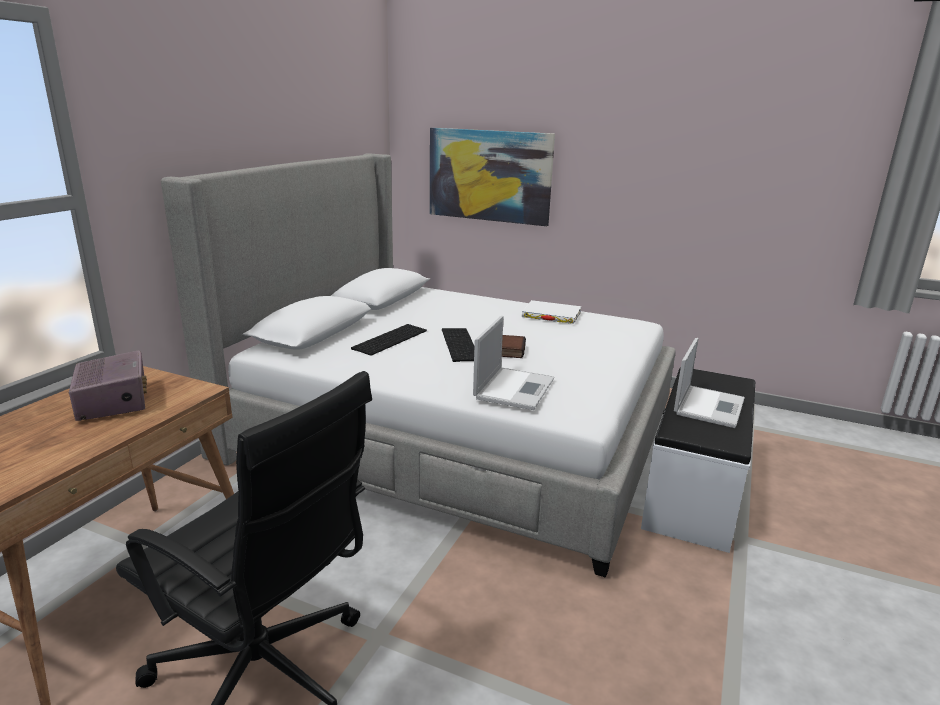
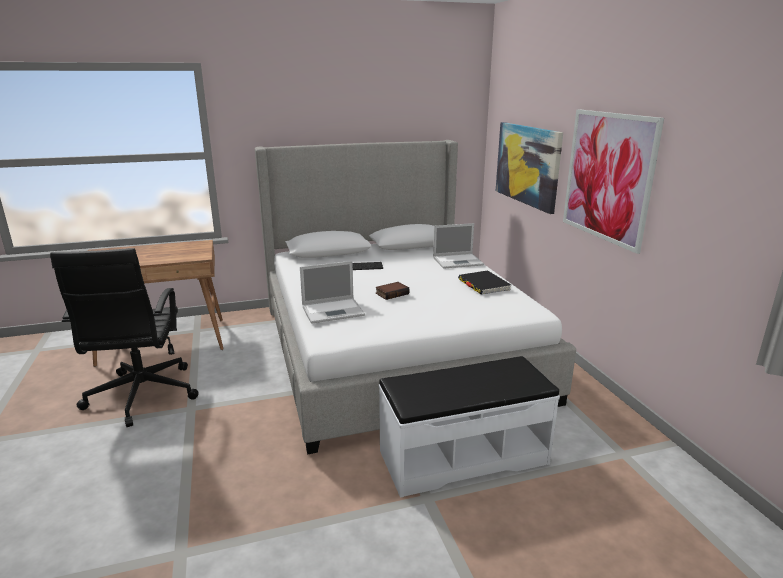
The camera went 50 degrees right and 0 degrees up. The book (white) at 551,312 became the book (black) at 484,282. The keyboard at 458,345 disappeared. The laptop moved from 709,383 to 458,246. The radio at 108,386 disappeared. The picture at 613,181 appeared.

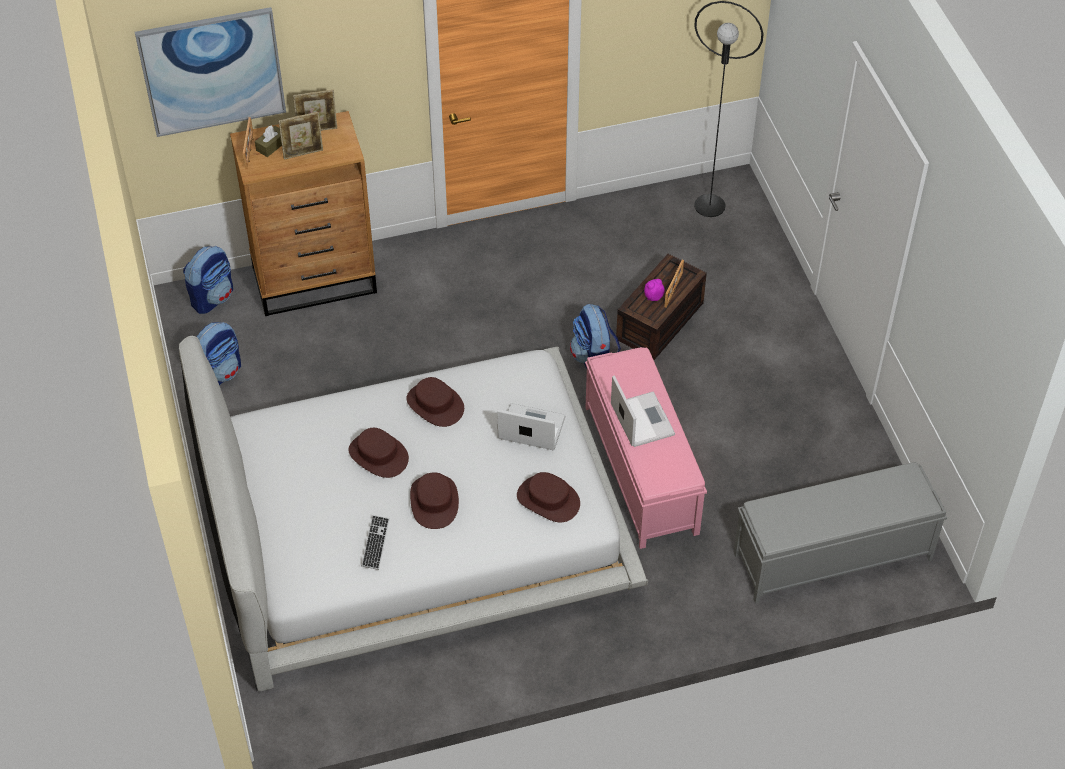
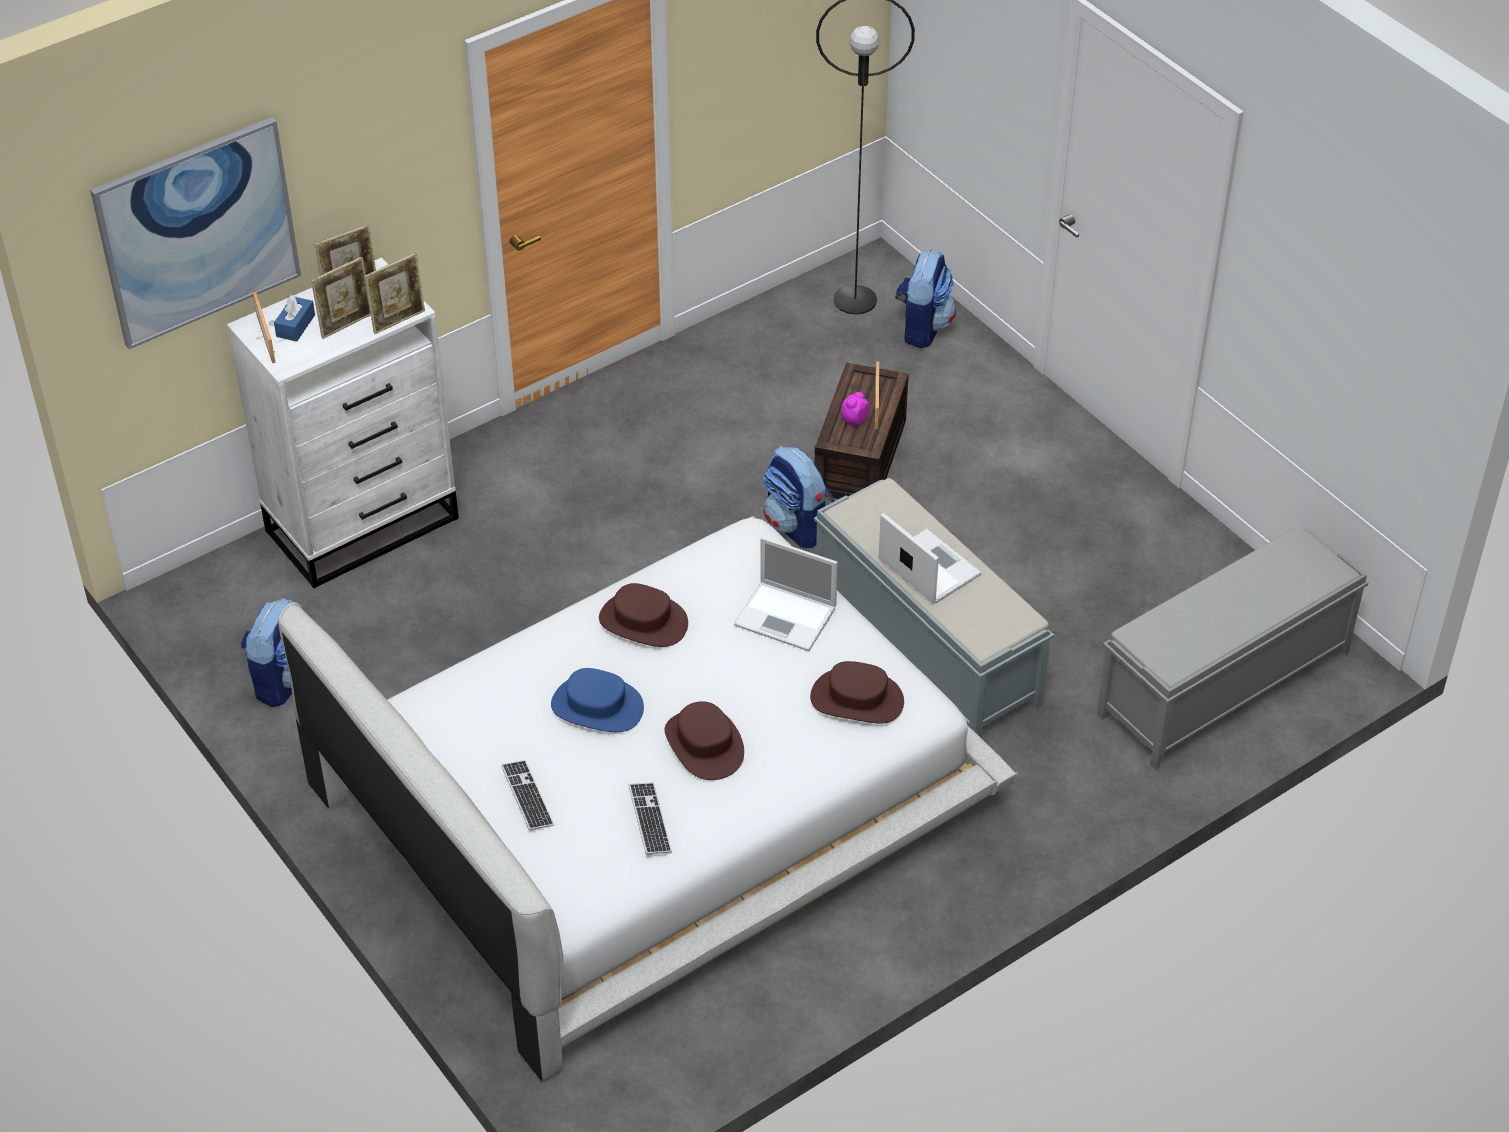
The camera went 20 degrees left and 5 degrees down. The dresser (brown) at 303,213 became the dresser (white) at 343,423. The tissue box (brown) at 268,141 became the tissue box (blue) at 294,318. The backpack moved from 208,280 to 925,298. The bench (pink) at 646,448 became the bench (grey) at 934,608. The laptop at 531,426 turned 150 degrees counterclockwise. The hat (brown) at 378,453 became the hat (blue) at 597,700. The picture frame at 394,293 appeared. The keyboard at 527,795 appeared.

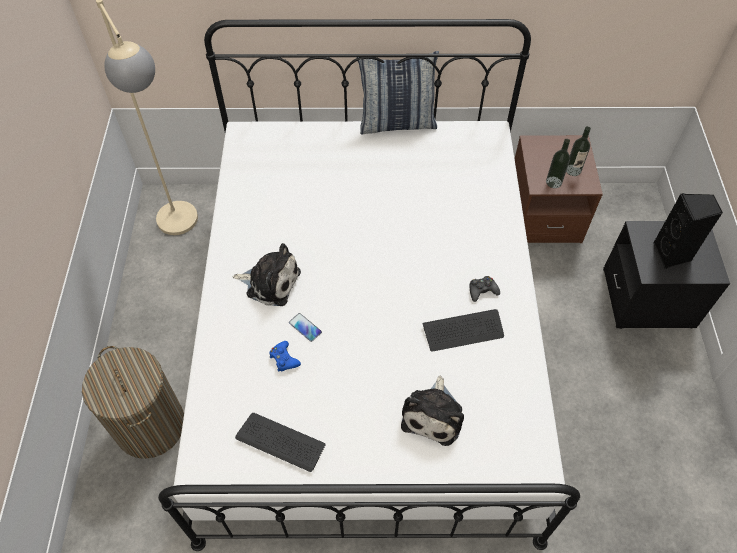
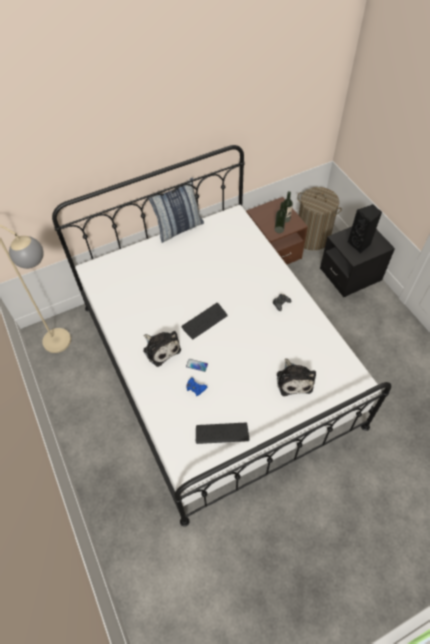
The camera went 25 degrees left and 0 degrees up. The plush toy at 267,274 turned 60 degrees clockwise. The keyboard moved from 463,330 to 204,321. The laundry basket moved from 133,402 to 319,219.

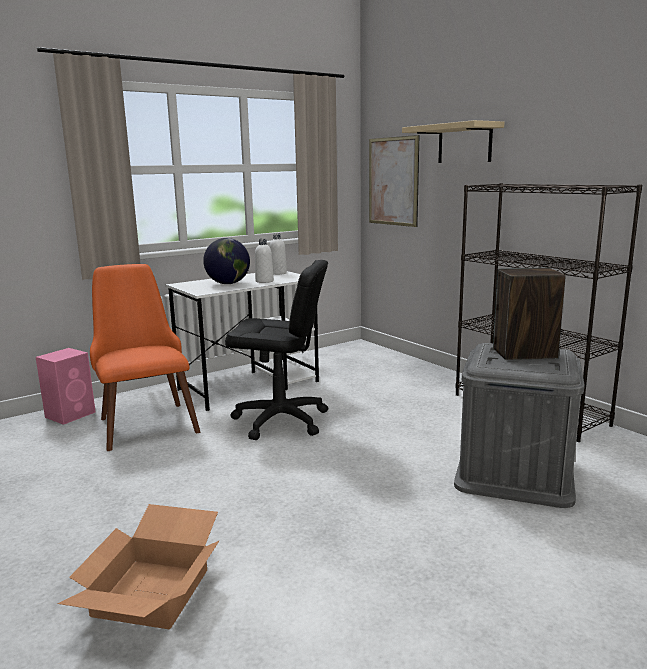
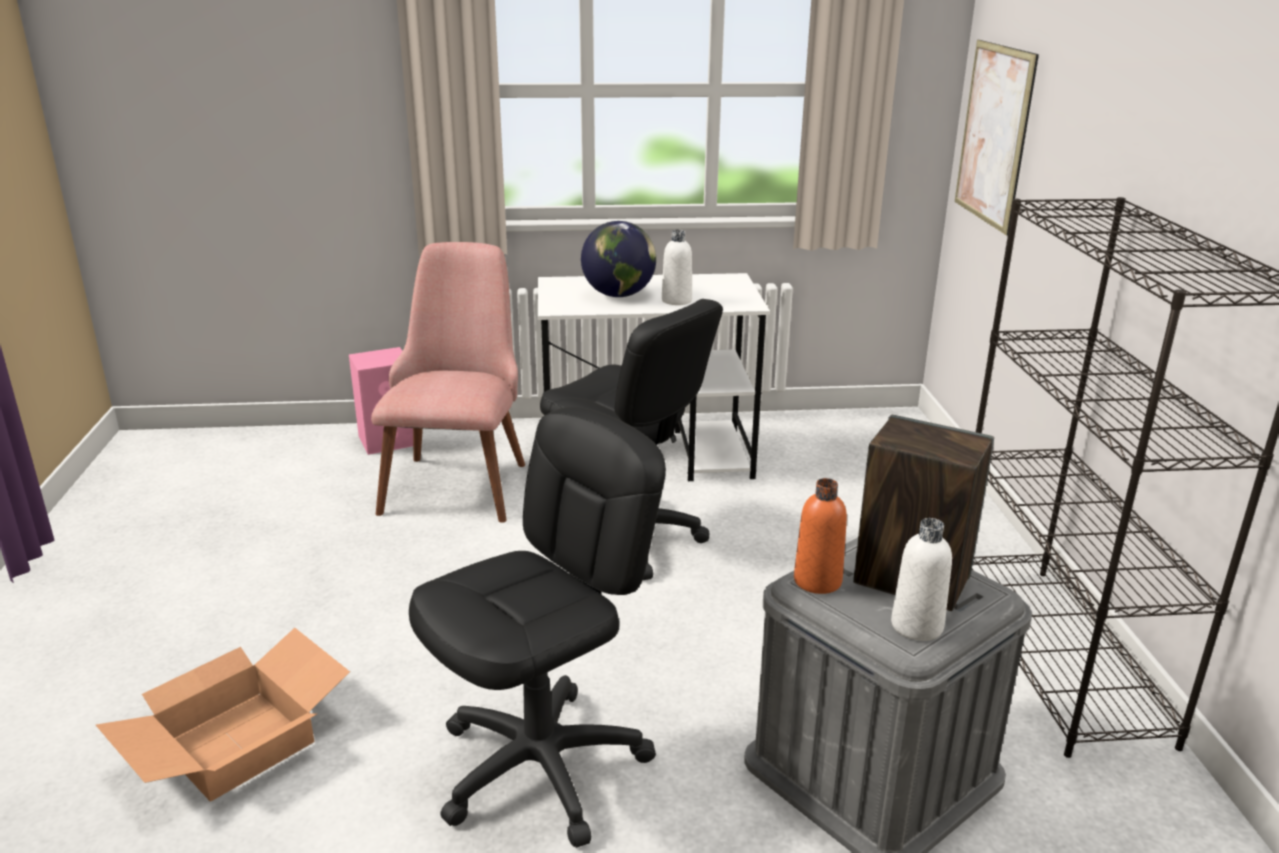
The camera went 30 degrees right and 10 degrees up. The shelf (beige) at 453,141 disappeared. The bottle (white) moved from 278,254 to 921,579. The chair (orange) at 145,357 became the chair (pink) at 448,382. The office chair (black) at 537,627 appeared. The bottle (orange) at 820,536 appeared.

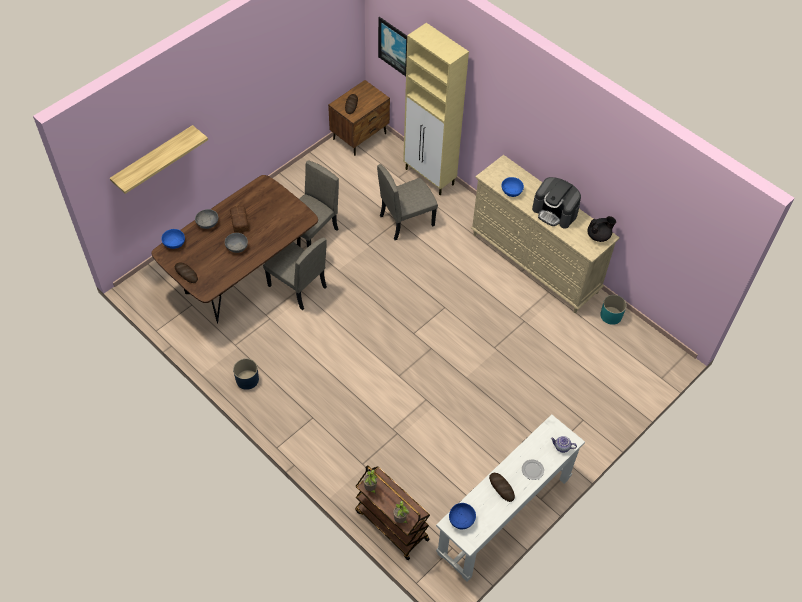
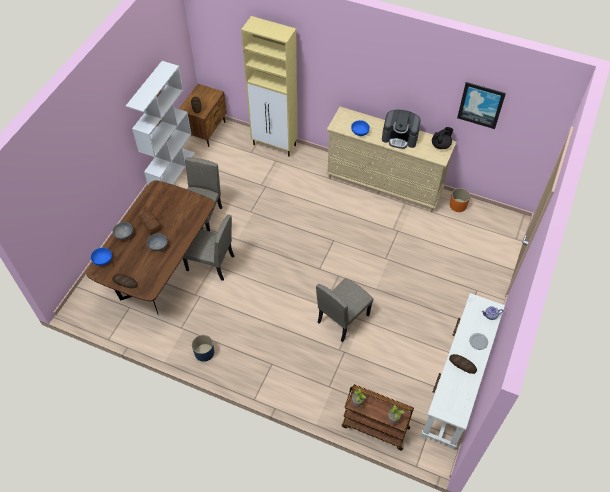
The camera went 20 degrees left and 0 degrees up. The picture moved from 392,46 to 481,105. The shelf at 159,159 disappeared. The chair (beige) moved from 407,202 to 344,310. The planter (turquoise) at 613,310 became the planter (orange) at 460,200. The bowl (blue) at 462,516 disappeared. The bookcase (white) at 160,123 appeared.

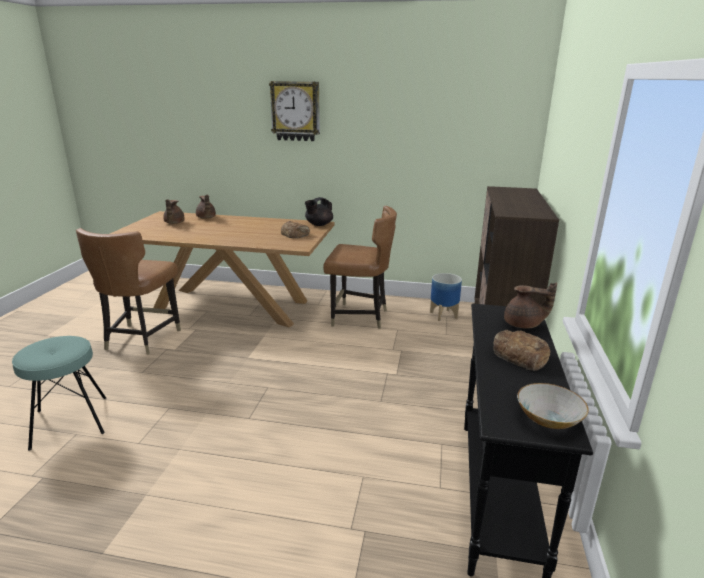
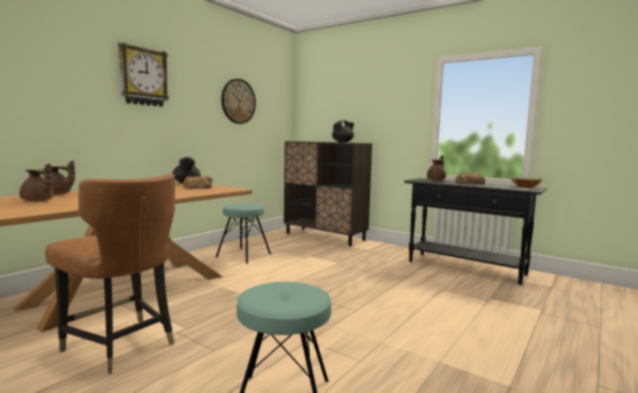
The camera went 65 degrees left and 15 degrees down. The chair (brown) at 360,267 was replaced by the stool (turquoise) at 243,233. The planter at 446,297 disappeared. The wall clock at 238,101 appeared. The teapot (black) at 343,131 appeared.

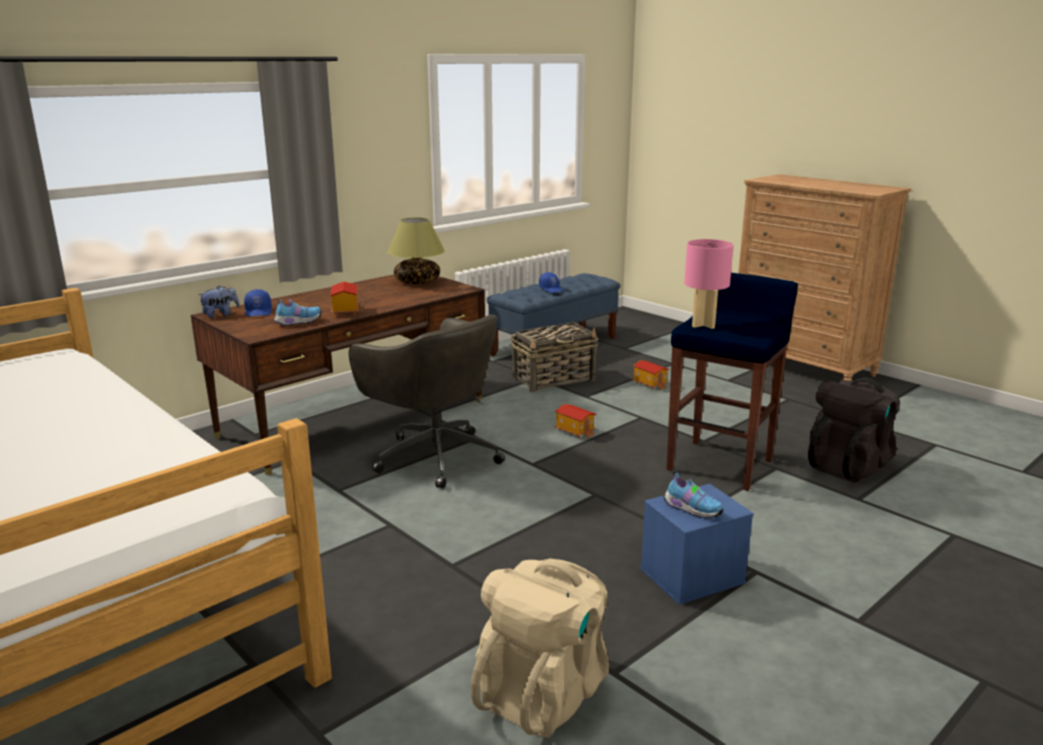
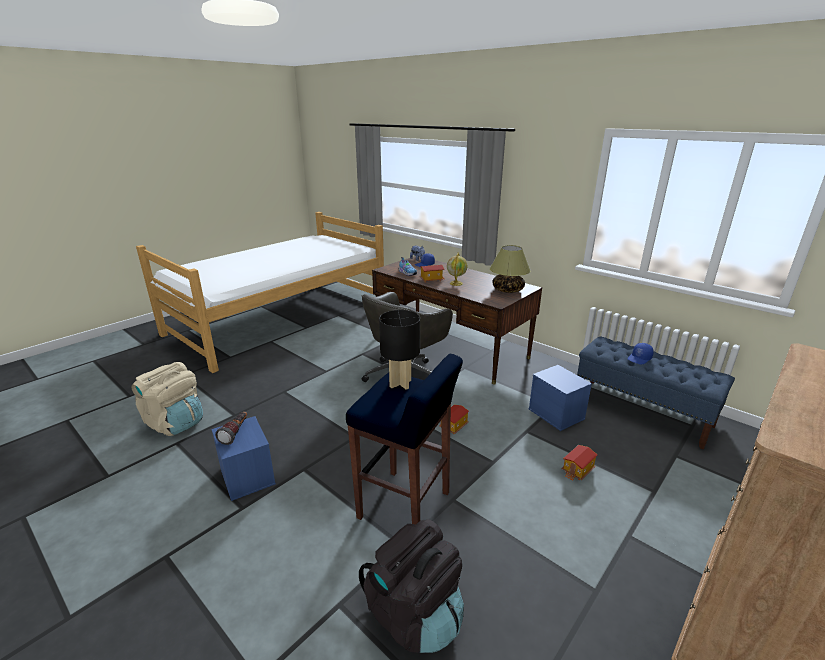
The camera went 85 degrees right and 5 degrees up. The table lamp (pink) at 709,284 became the table lamp (black) at 399,350. The basket at 554,357 was replaced by the storage box (blue) at 560,398. The shoe at 693,495 was replaced by the flashlight at 231,428. The globe at 457,269 appeared.

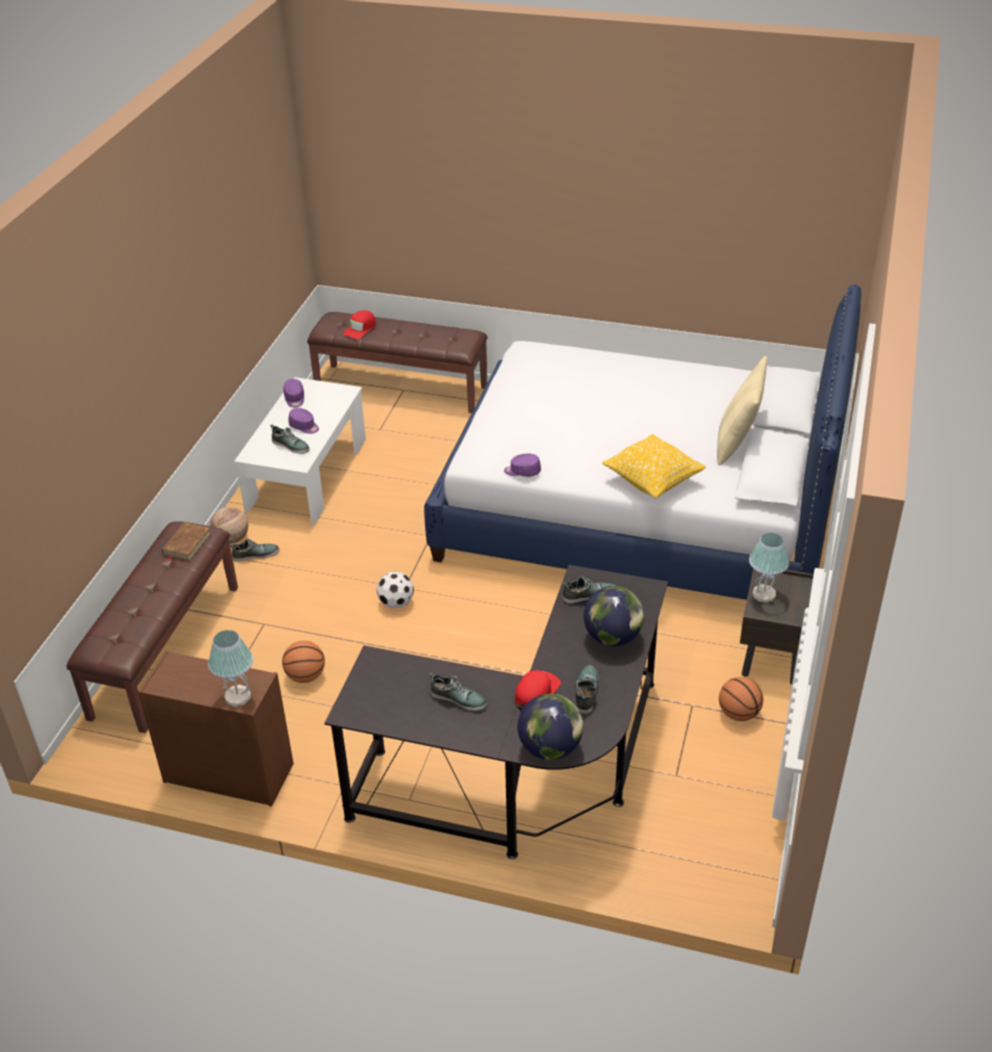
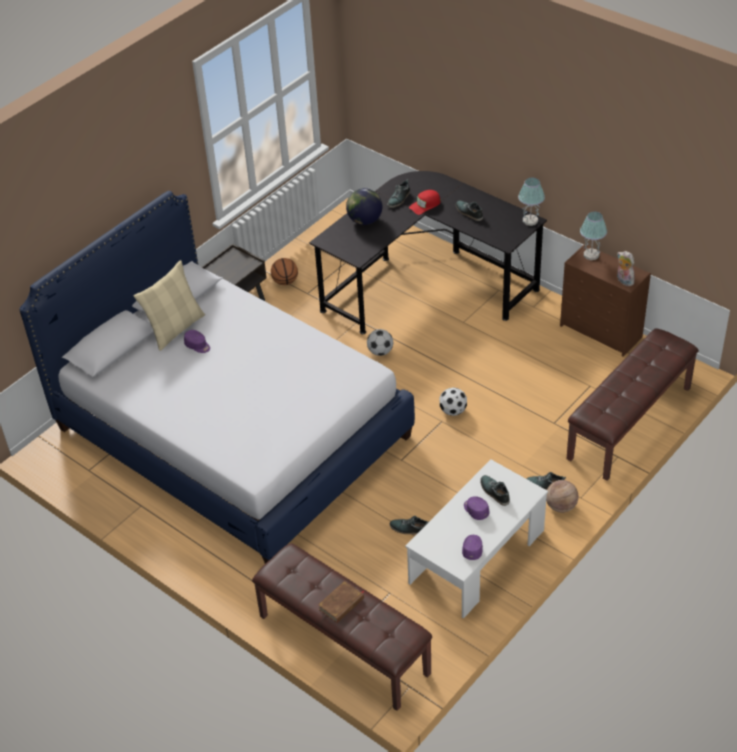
The camera went 155 degrees left and 5 degrees up. The cap (red) at 359,324 disappeared. The pillow (yellow) at 654,466 disappeared. The cap (purple) moved from 522,465 to 197,341. The book (brown) moved from 186,542 to 341,602. The table lamp moved from 769,568 to 531,202. The shoe moved from 589,589 to 409,525. The basketball at 303,662 disappeared. The globe at 550,727 disappeared. The plush toy at 626,268 appeared. The football at 380,342 appeared.

